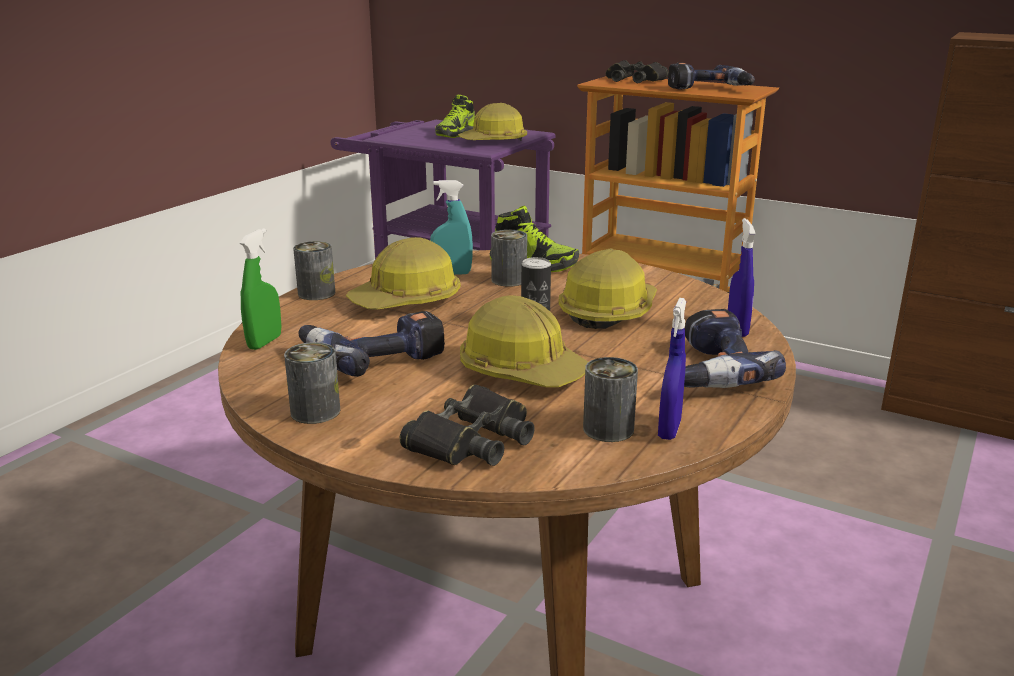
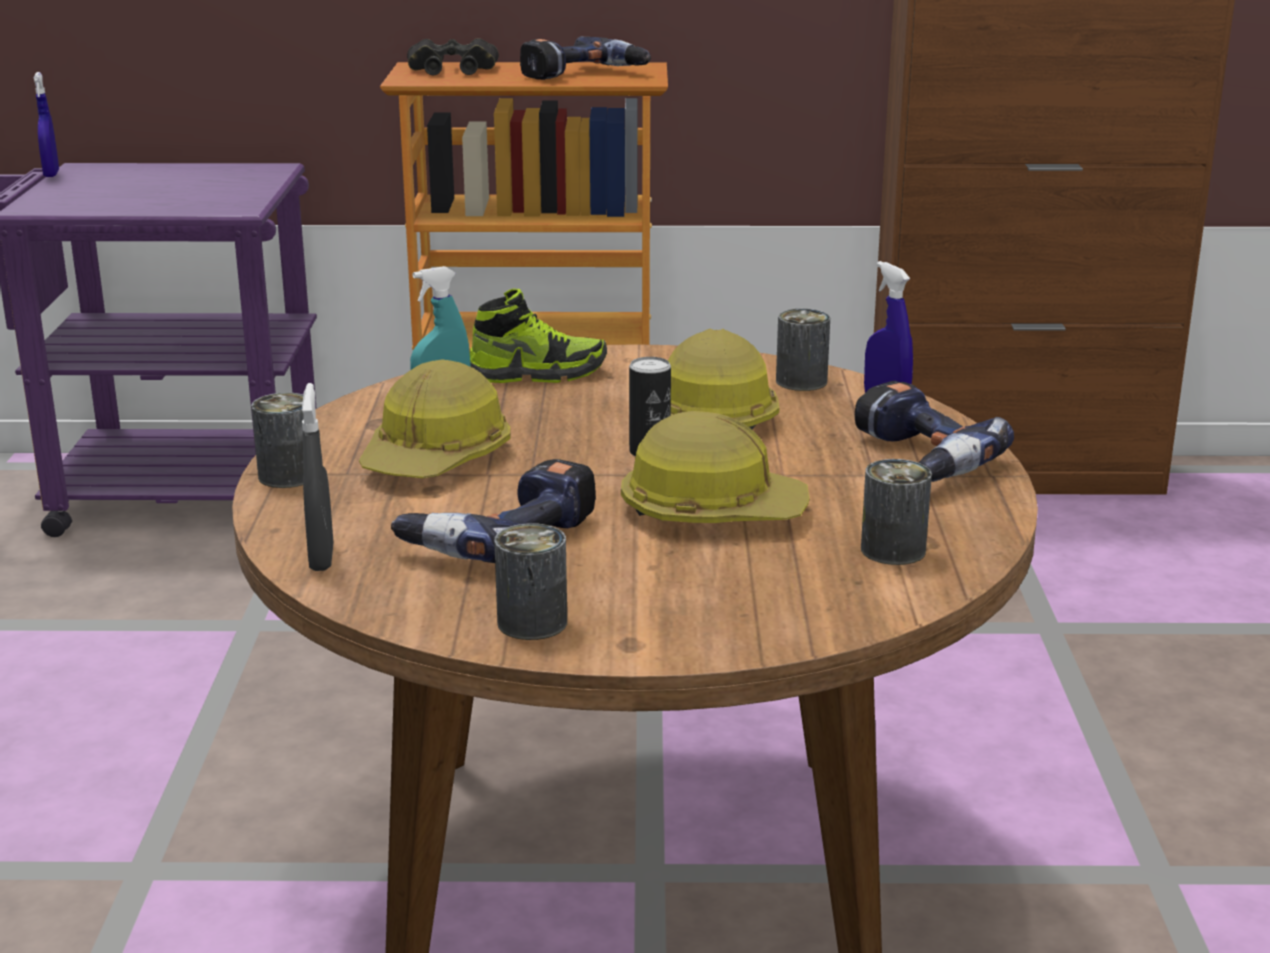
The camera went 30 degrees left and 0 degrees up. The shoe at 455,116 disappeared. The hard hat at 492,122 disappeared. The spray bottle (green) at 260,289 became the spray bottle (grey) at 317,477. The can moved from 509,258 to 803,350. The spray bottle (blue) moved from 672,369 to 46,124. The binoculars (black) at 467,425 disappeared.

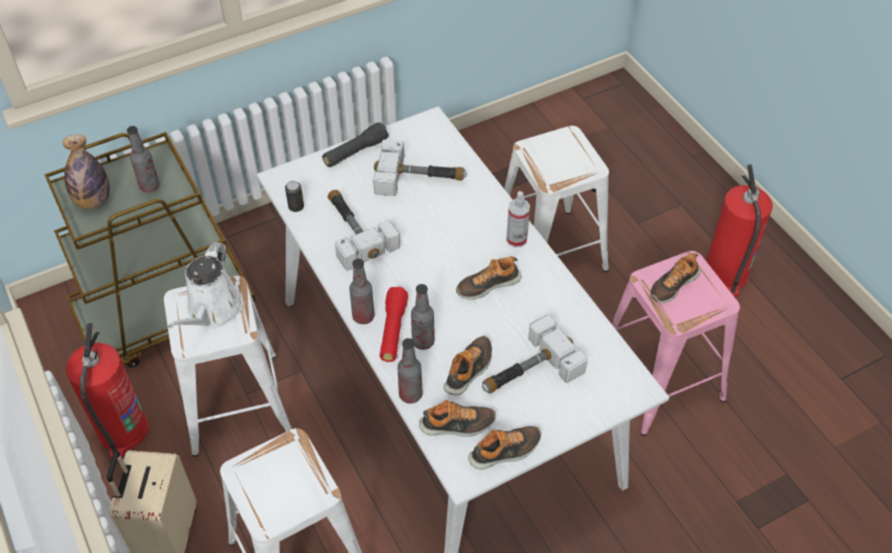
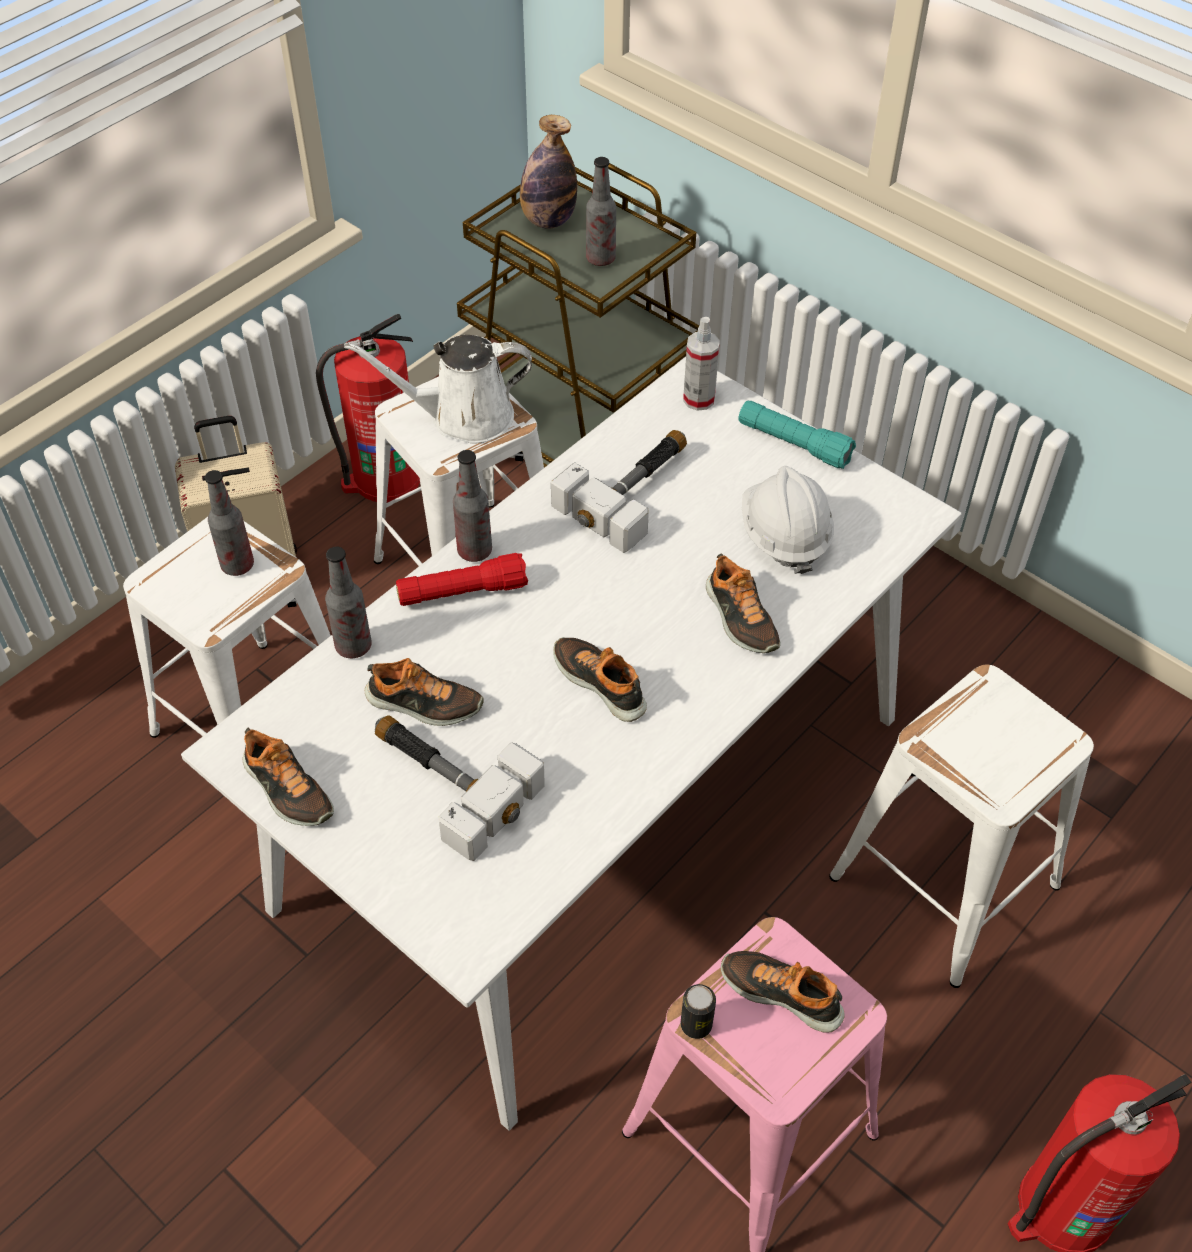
The camera went 70 degrees right and 0 degrees up. The flashlight (black) at 355,144 became the flashlight (turquoise) at 797,435. The hammer at 420,167 was replaced by the hard hat (white) at 788,520. The can moved from 294,196 to 698,1011. The spray bottle moved from 518,219 to 701,364. The bottle moved from 423,317 to 229,523. The shoe moved from 457,418 to 743,603.

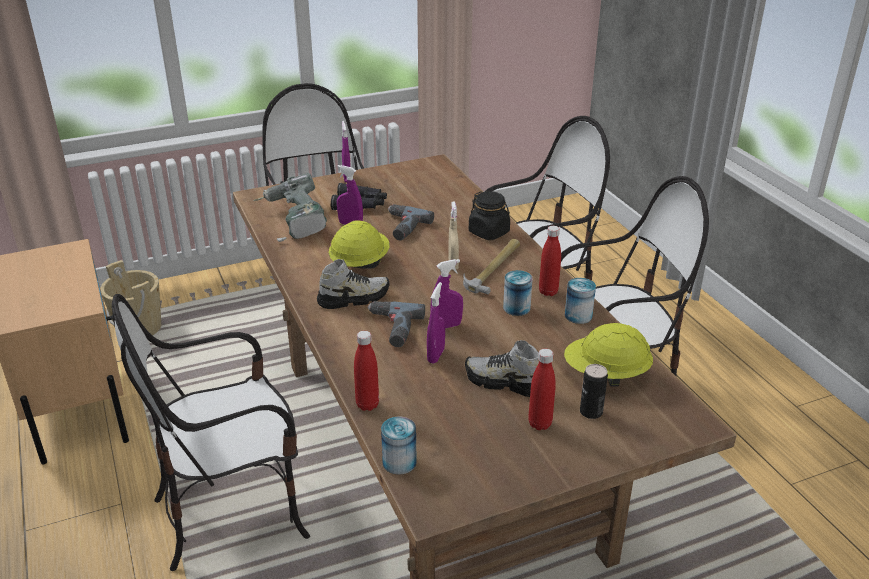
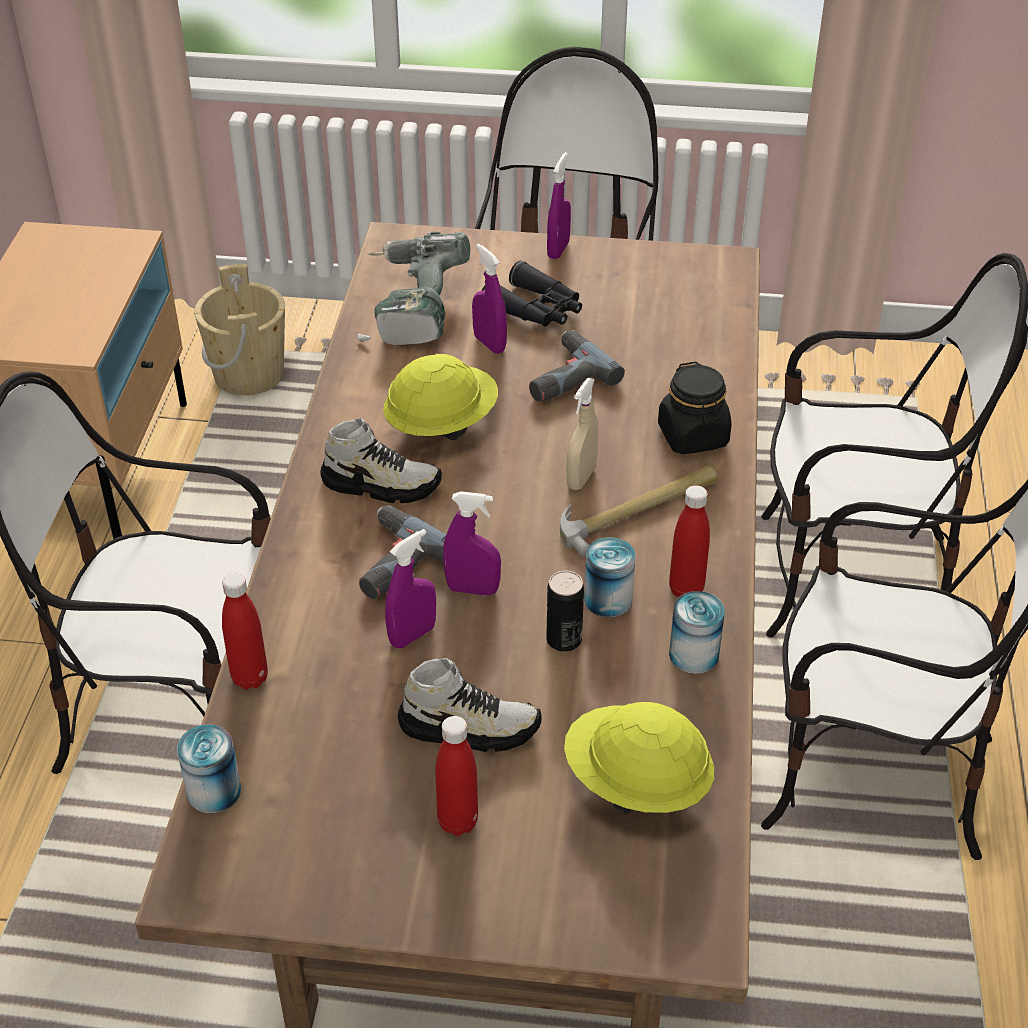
The camera went 30 degrees right and 10 degrees up. The shoe at 502,368 turned 135 degrees clockwise. The can moved from 594,391 to 565,611.

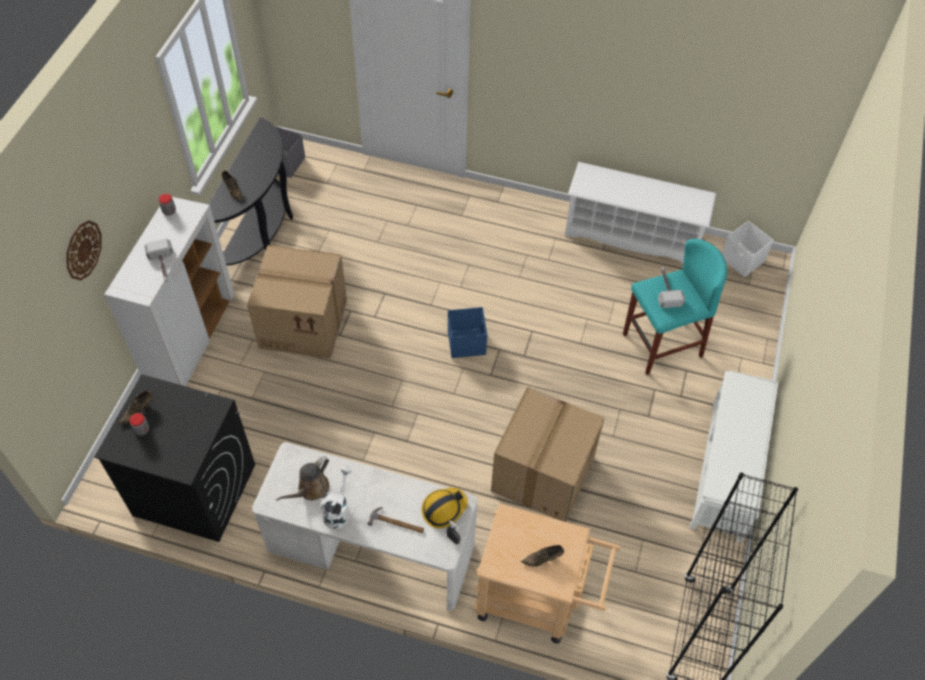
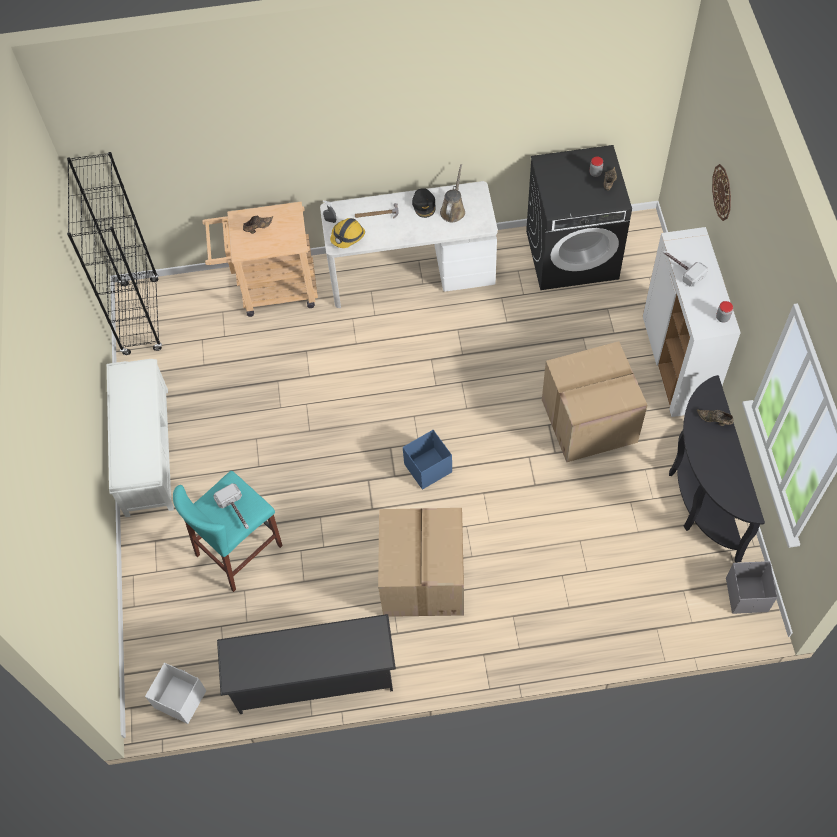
The camera went 160 degrees right and 5 degrees up. The shoe rack (white) at 641,212 became the shoe rack (black) at 306,664. The cardboard box moved from 548,454 to 421,562. The watering can (white) at 336,498 was replaced by the cap (black) at 424,203.

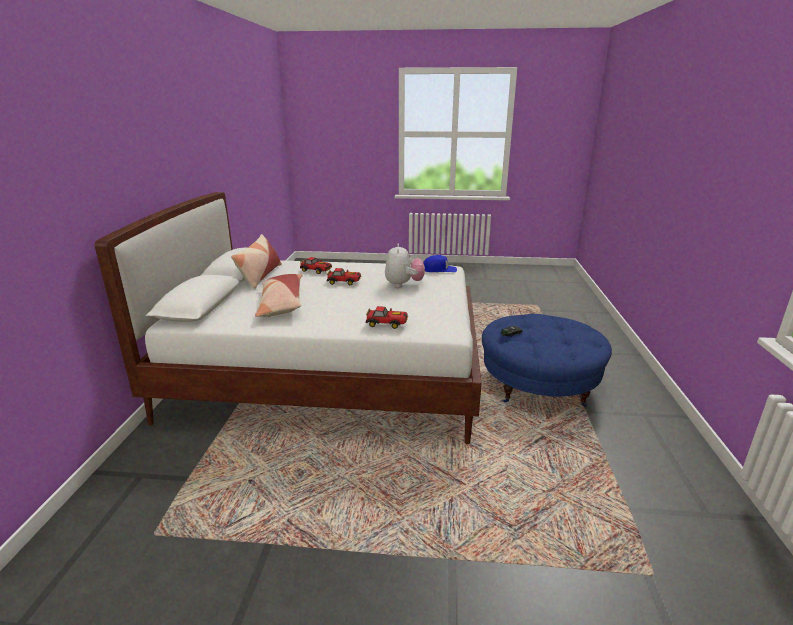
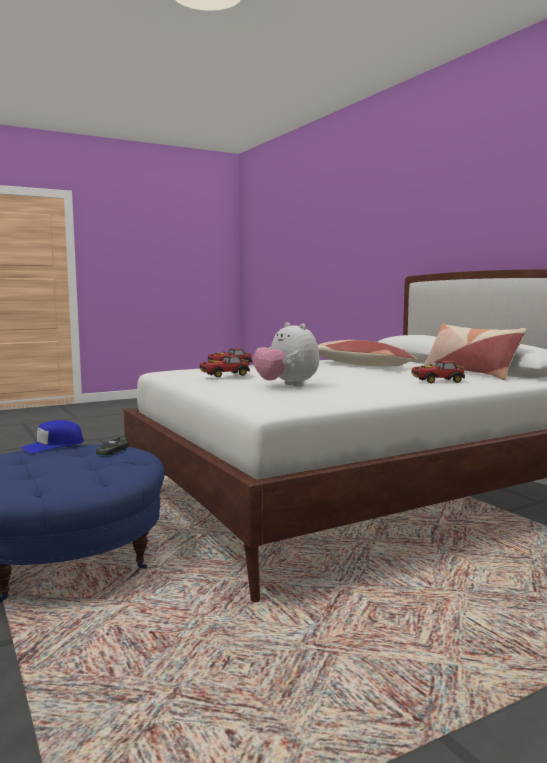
The camera went 145 degrees right and 15 degrees down. The cap (blue) moved from 440,263 to 52,436. The toy car moved from 344,276 to 225,366.

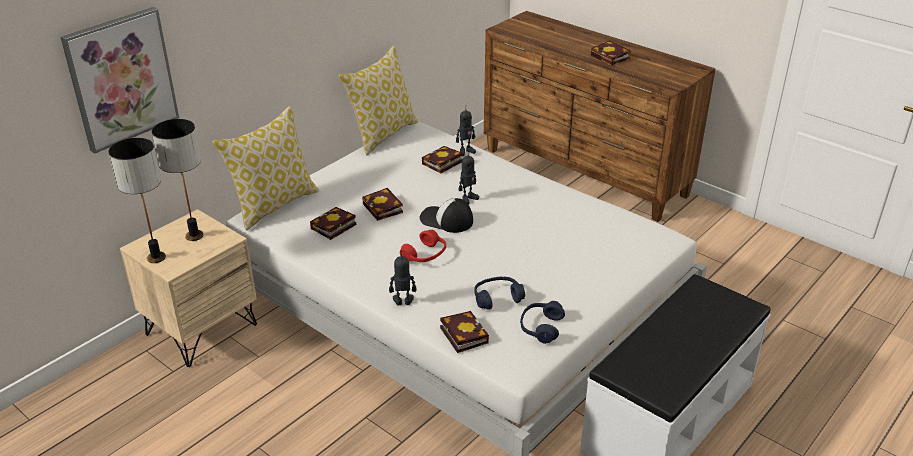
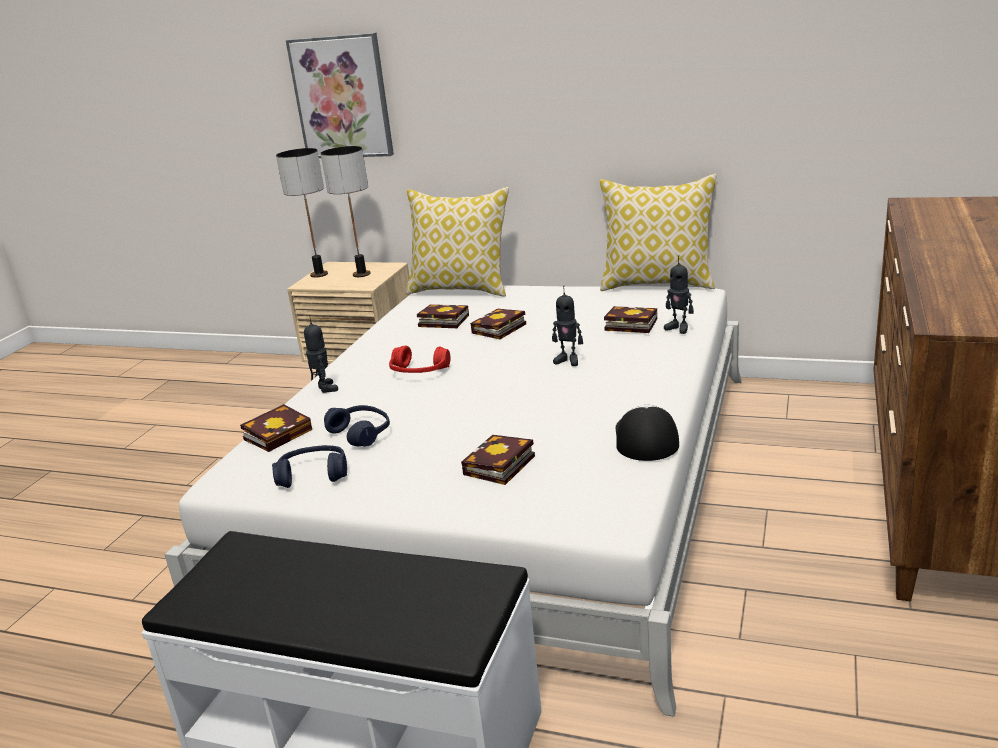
The camera went 70 degrees right and 10 degrees down. The book moved from 610,53 to 498,460. The cap moved from 446,215 to 647,433.

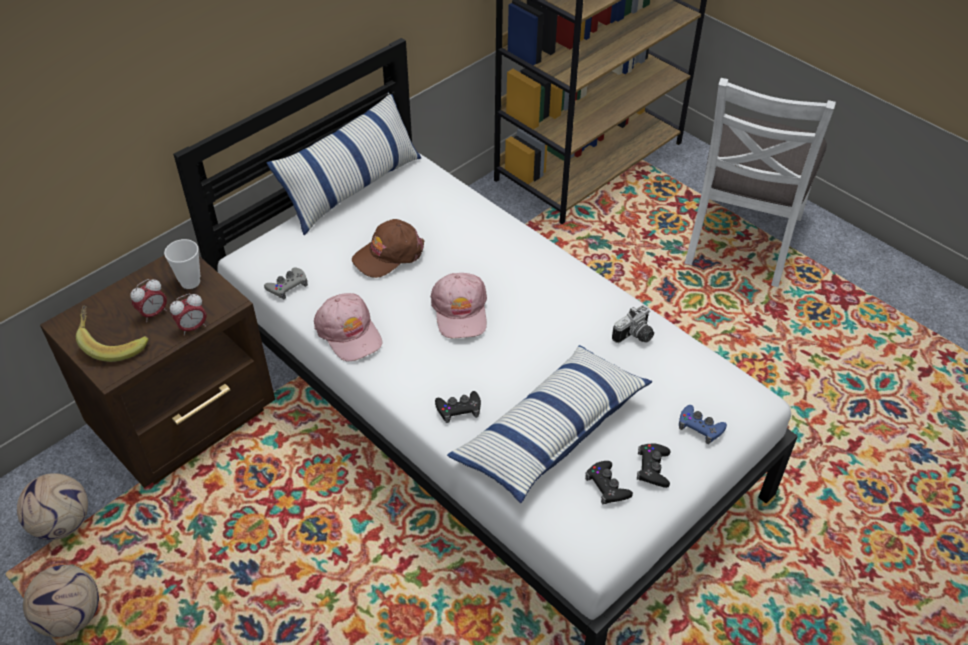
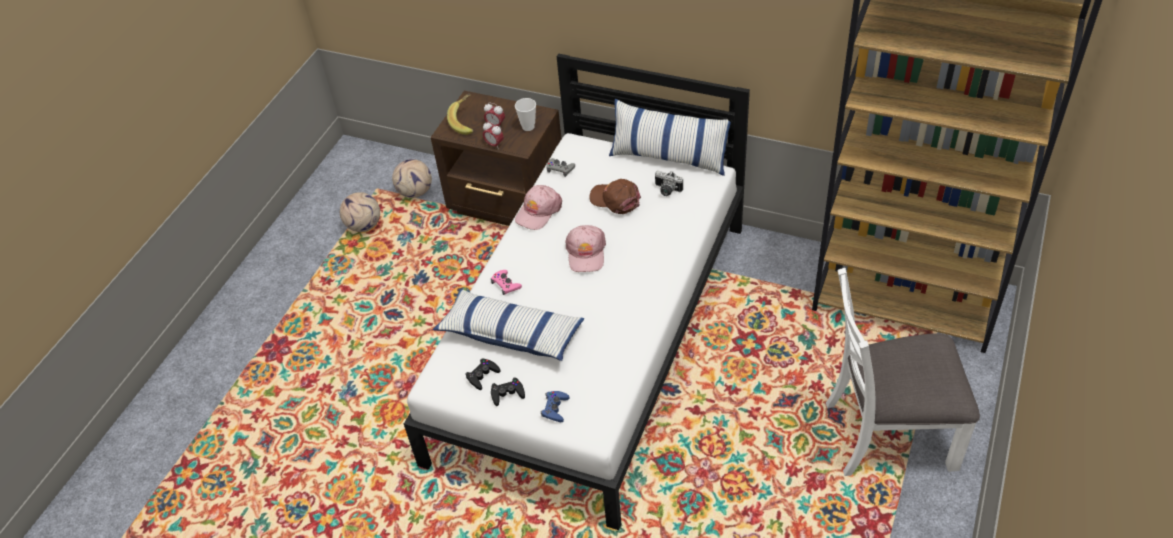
The camera went 70 degrees right and 0 degrees up. The cap (pink) at 458,305 turned 60 degrees counterclockwise. The photo camera moved from 633,324 to 669,183. The game controller (black) at 458,407 became the game controller (pink) at 506,282.

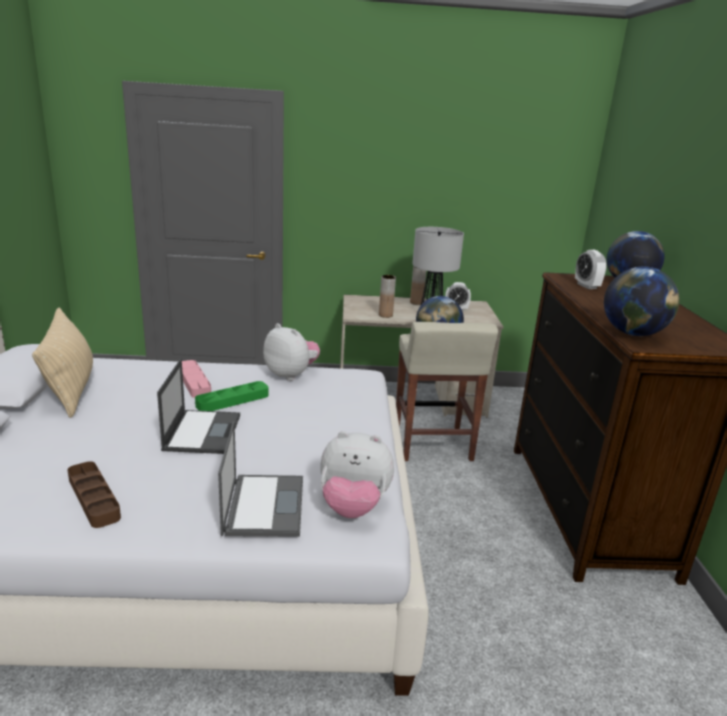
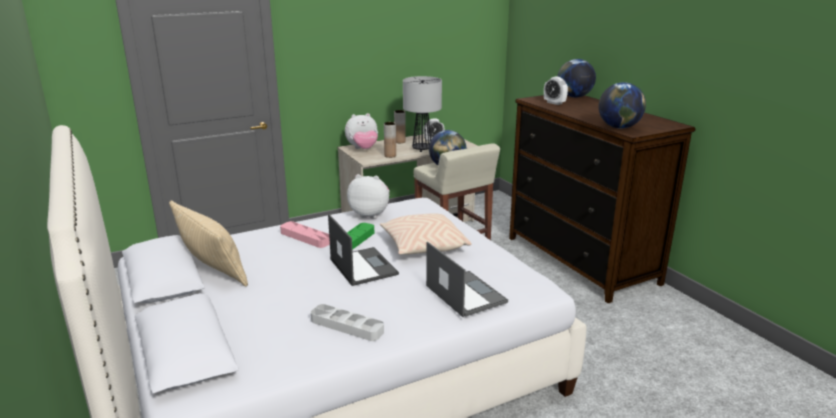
The camera went 25 degrees left and 0 degrees up. The plush toy moved from 357,474 to 361,131. The tray (brown) at 94,494 became the tray (grey) at 347,322. The pillow (beige) at 426,234 appeared.

